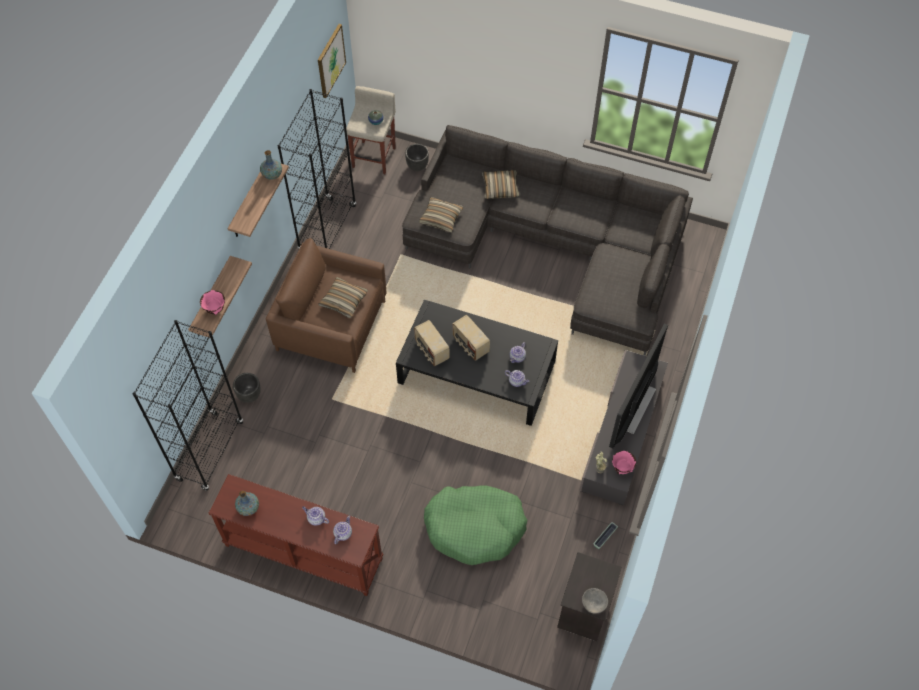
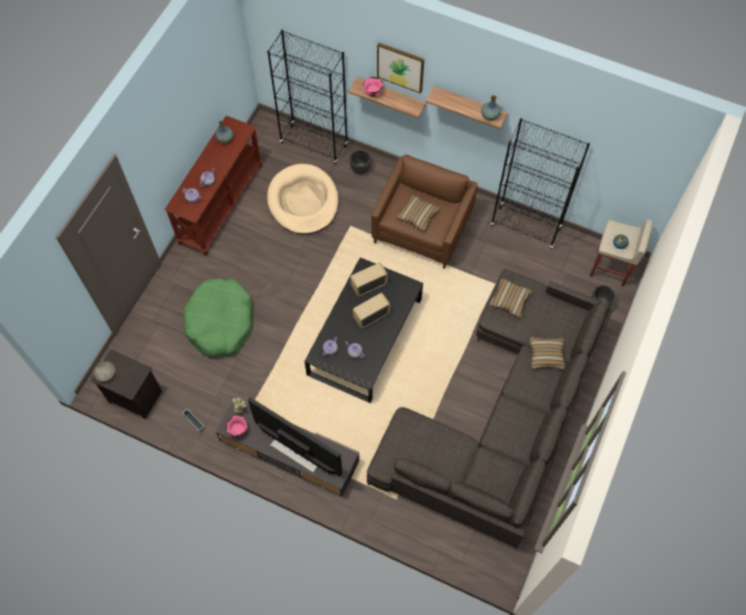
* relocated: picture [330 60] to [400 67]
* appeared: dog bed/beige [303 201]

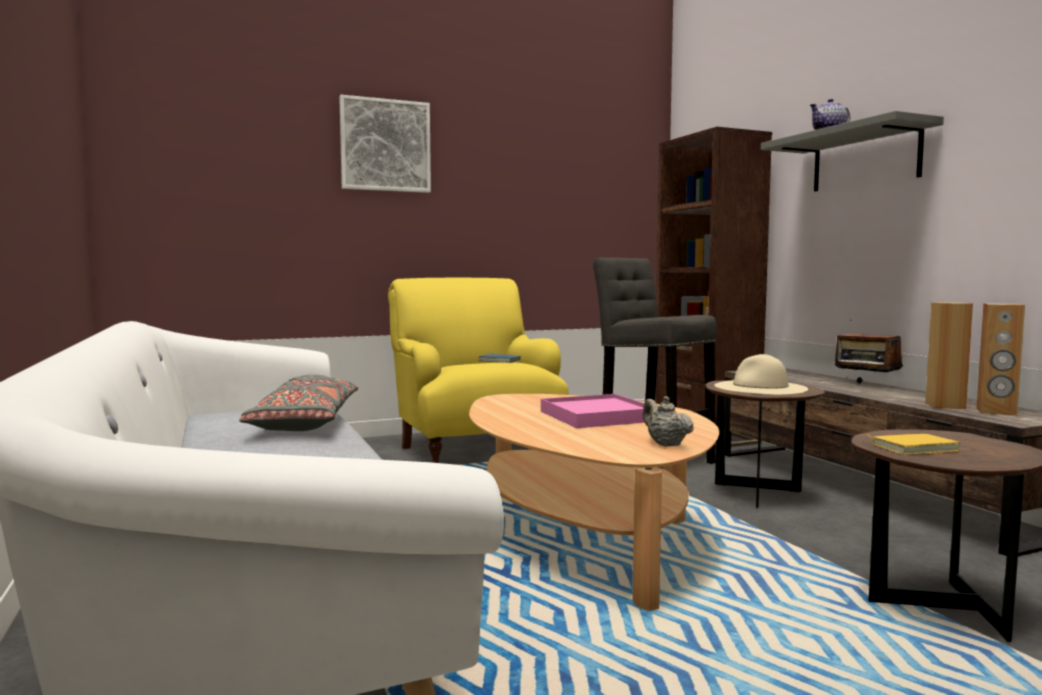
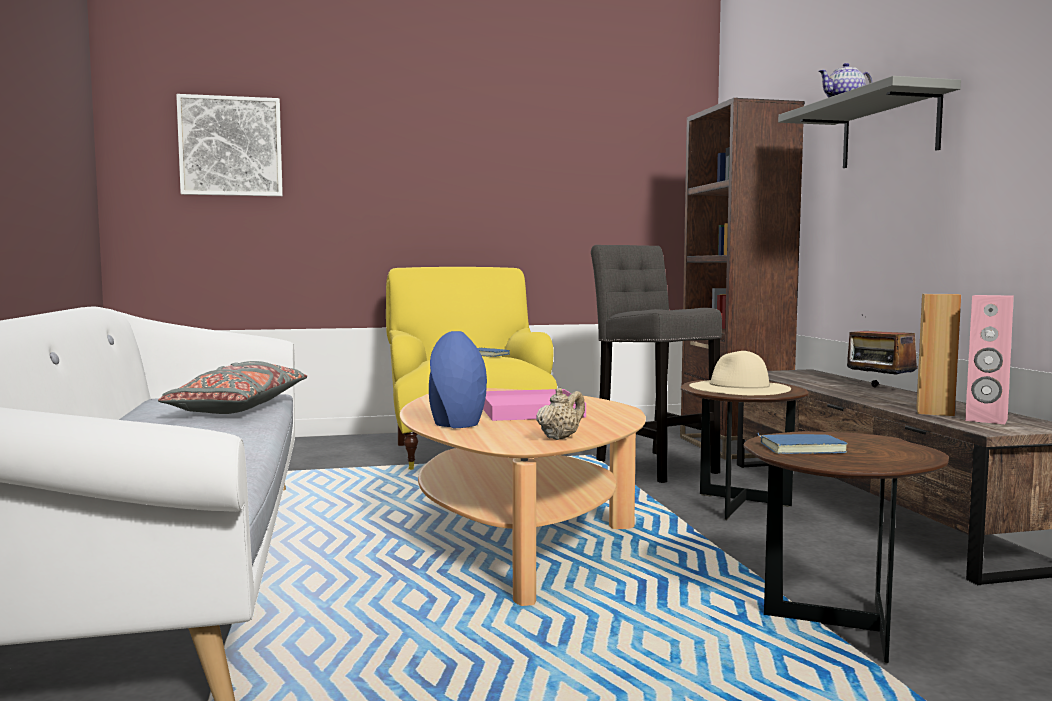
* relocated: picture [385 145] to [231 146]
* spun: teapot/beige [665 444] = [560 438] 60 degrees clockwise
* colour: book/yellow [913 447] to book/blue [802 448]
* colour: speaker/brown [996 412] to speaker/pink [986 420]
* appeared: vase/blue [457 425]

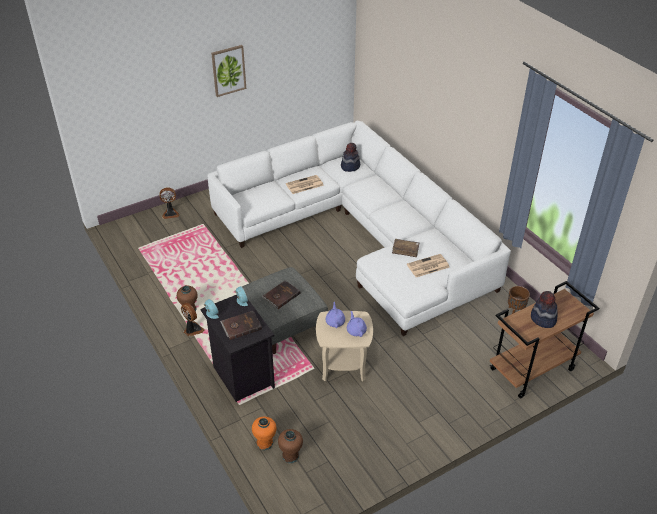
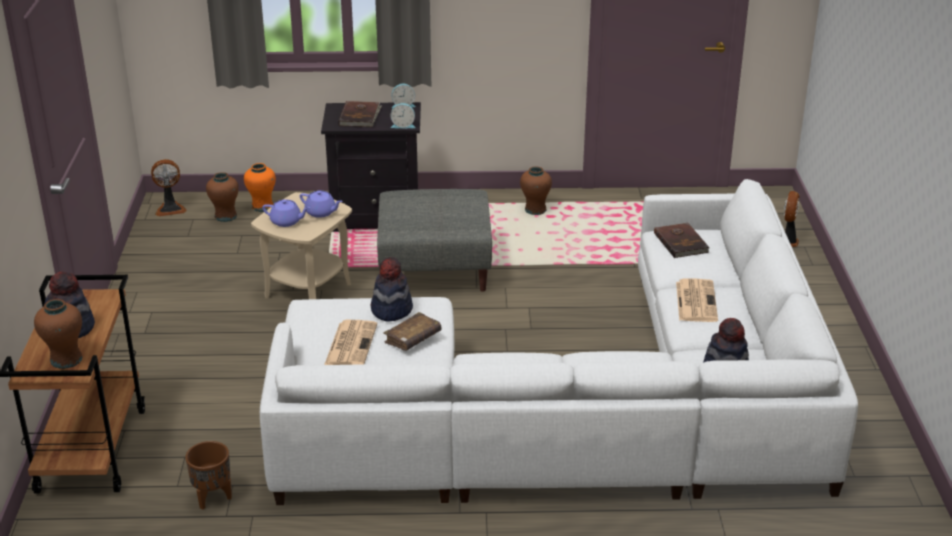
* relocated: fan [192 330] to [170 209]
* missing: picture [228 70]
* relocated: book/brown [281 295] to [681 242]
* appeared: vase/brown [66 360]
* appeared: hat [391 309]

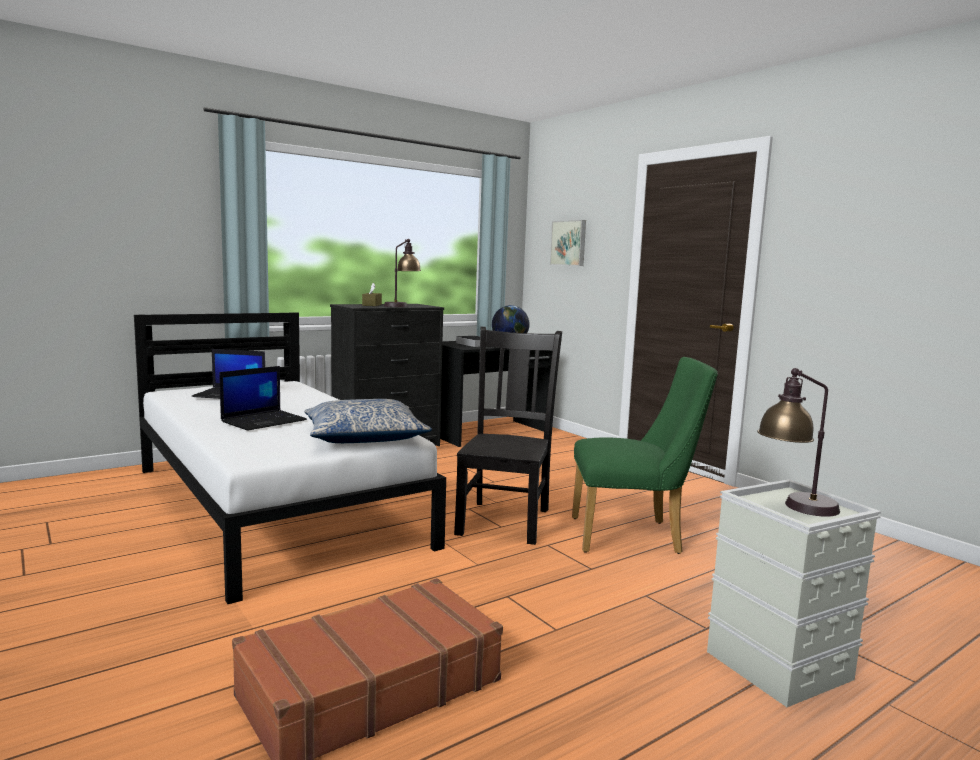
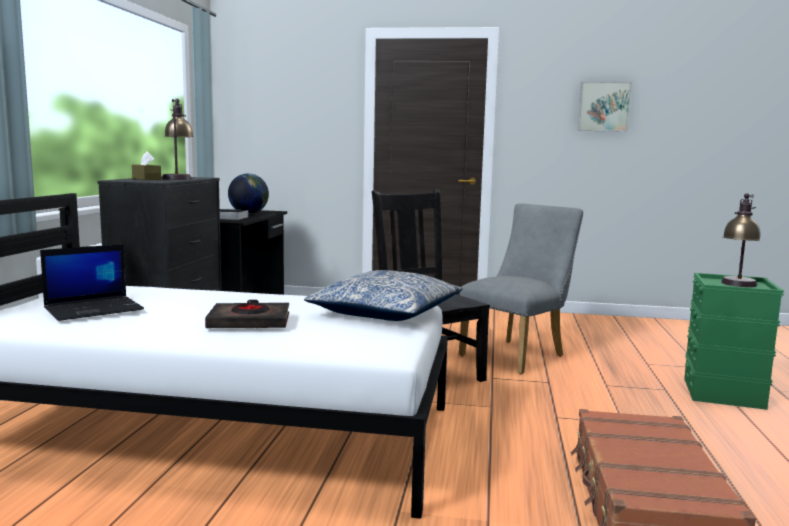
* exchanged: laptop [264 421] to book/black [249 322]
* relocated: picture [569 243] to [603 107]
* colour: chair/green [634 536] to chair/grey [517 355]
* colour: storage box/grey [776 665] to storage box/green [722 393]

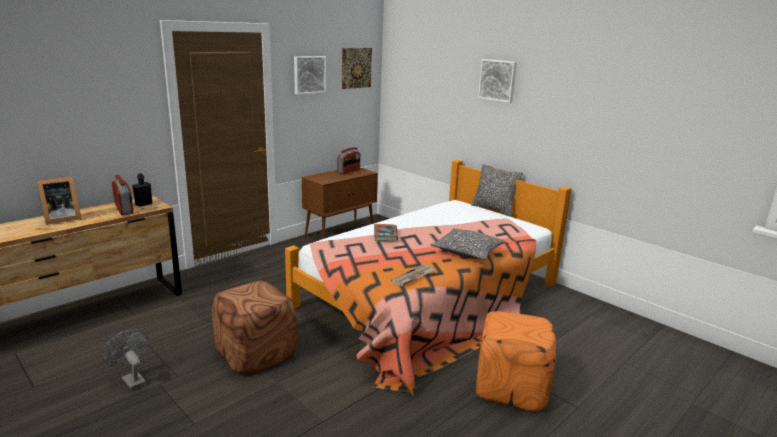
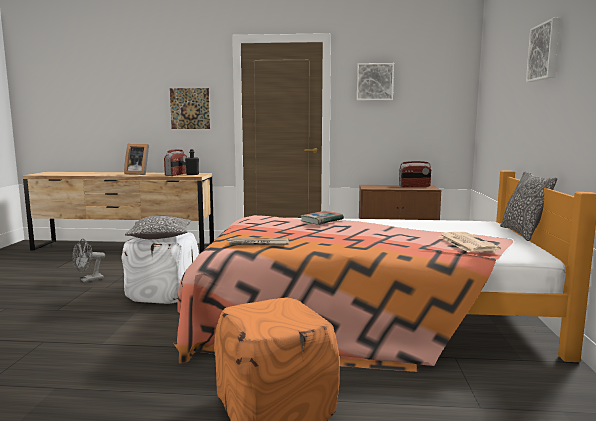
* spun: fan/grey [131 379] = [88 280] 135 degrees counterclockwise
* colour: ottoman/brown [256 353] to ottoman/white [165 294]
* relocated: picture [356 68] to [190 108]
* relocated: pillow [467 251] to [160 236]
* appeared: newspaper [466 243]

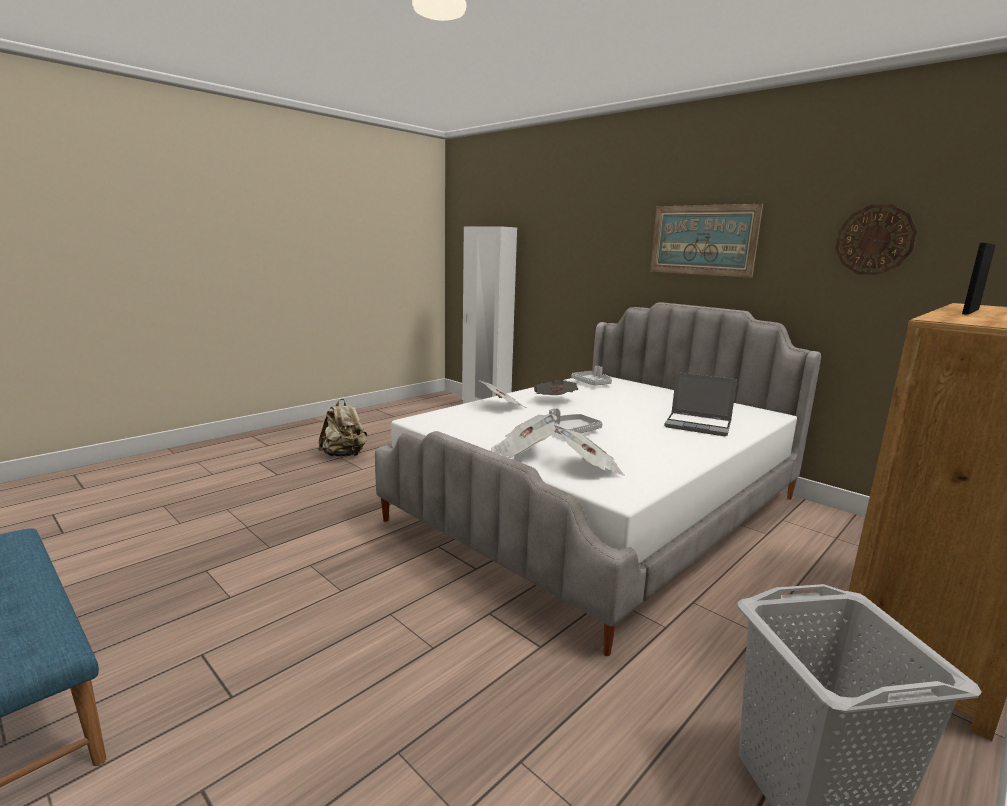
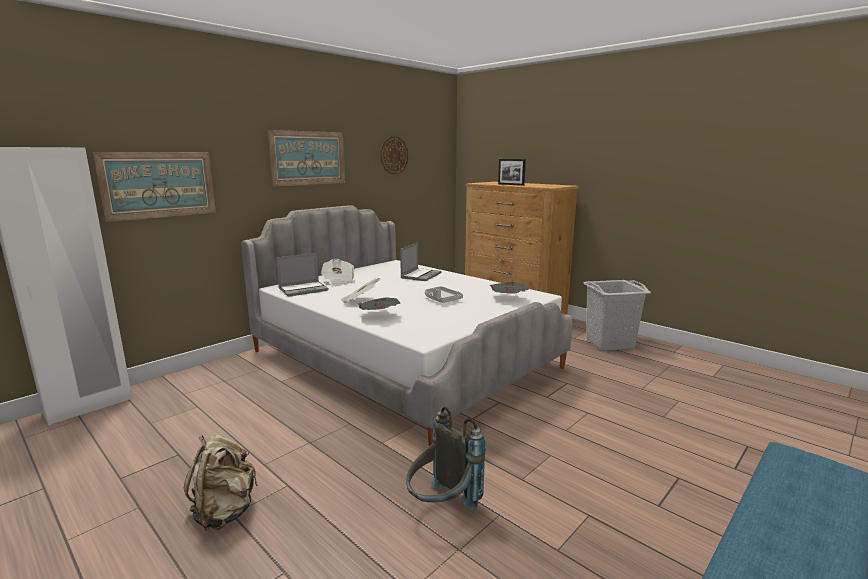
* relocated: newspaper [523 452] to [338 281]
* exchanged: tray/grey [592 383] to laptop [303 289]
* appeared: picture [159 184]
* appeared: backpack/grey [442 507]

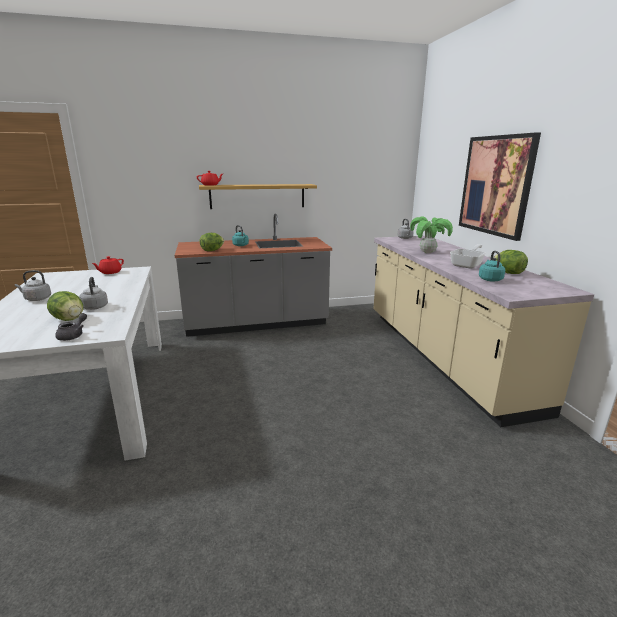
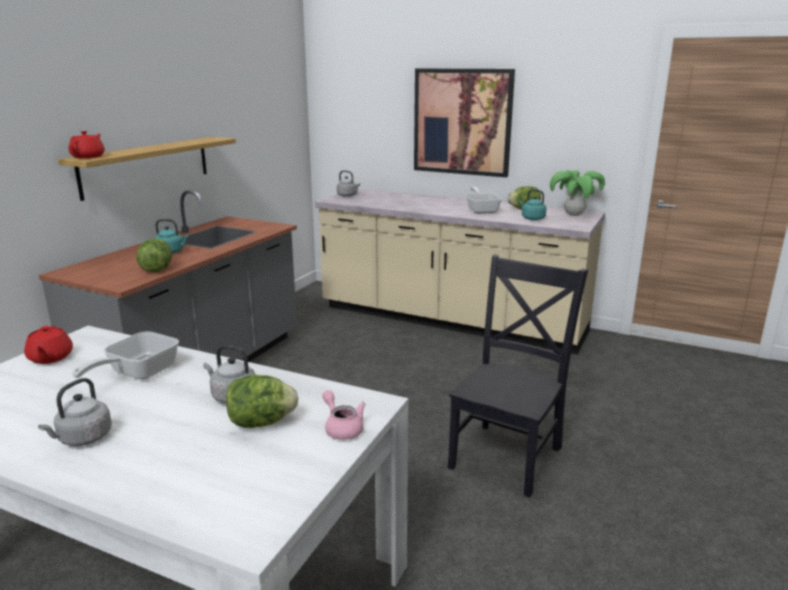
* colour: teapot/grey [73 335] to teapot/pink [342 428]
* relocated: potted plant [427 252] to [574 215]
* appeared: frying pan [137 373]
* appeared: chair/black [508 455]

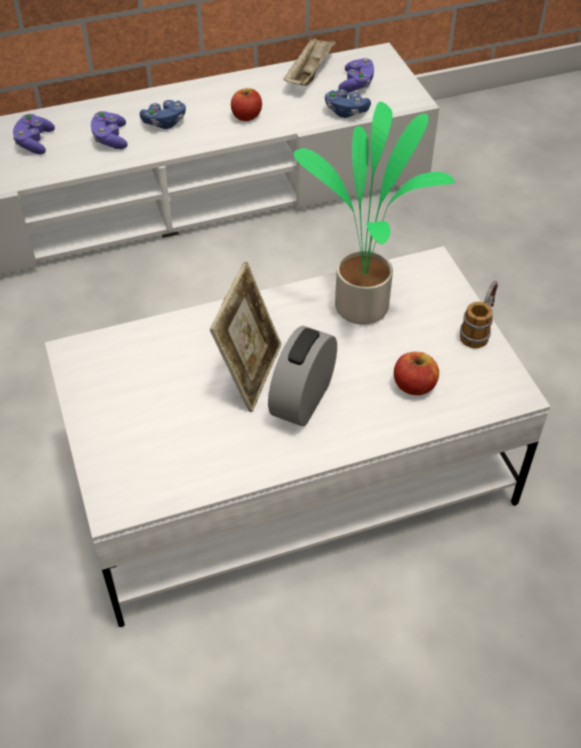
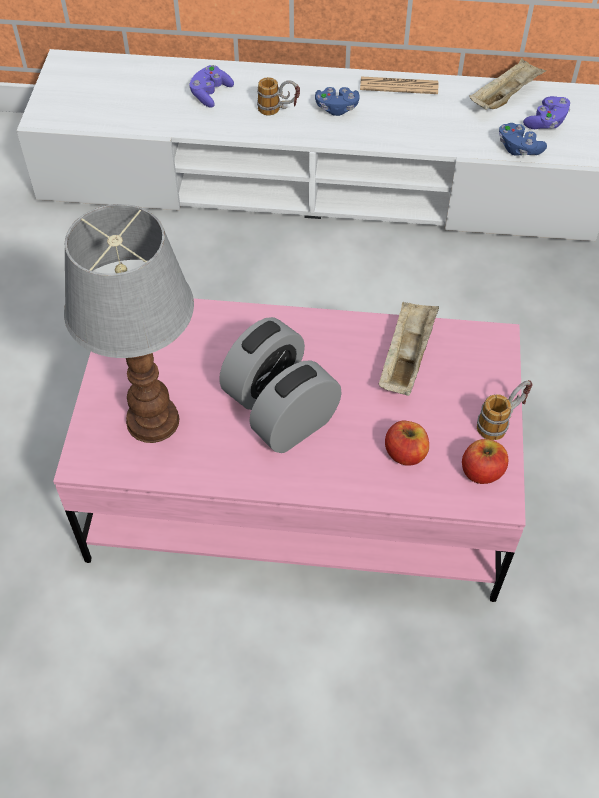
* colour: coffee table/white [290 473] to coffee table/pink [300 486]
* exchanged: game controller/purple [110 139] to mug [278 110]
* exchanged: picture frame [250 373] to alarm clock [263 384]
* relocated: apple [246 116] to [481 471]
* exchanged: potted plant [365 305] to tray/beige [406 358]
* appeared: table lamp [152 419]
* appeared: newspaper [399 86]

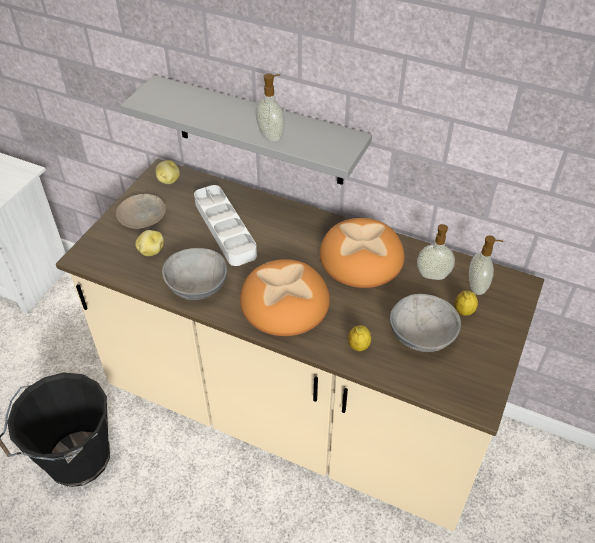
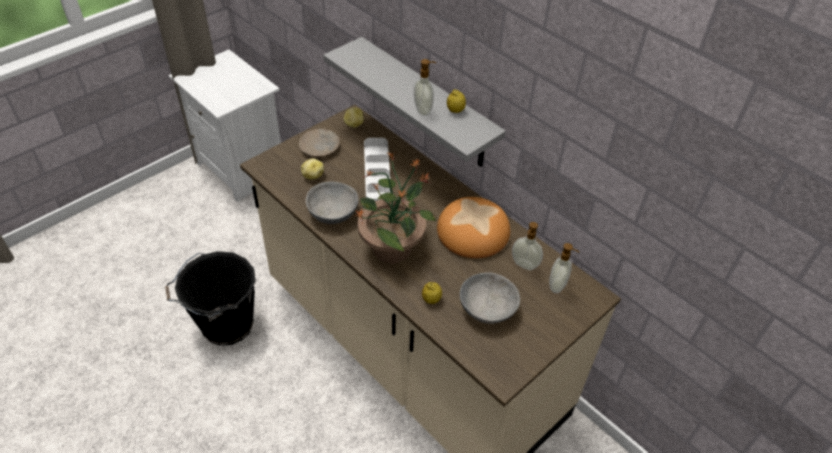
* exchanged: bread [285 303] to potted plant [393 247]
* relocated: lemon [464 311] to [455 111]

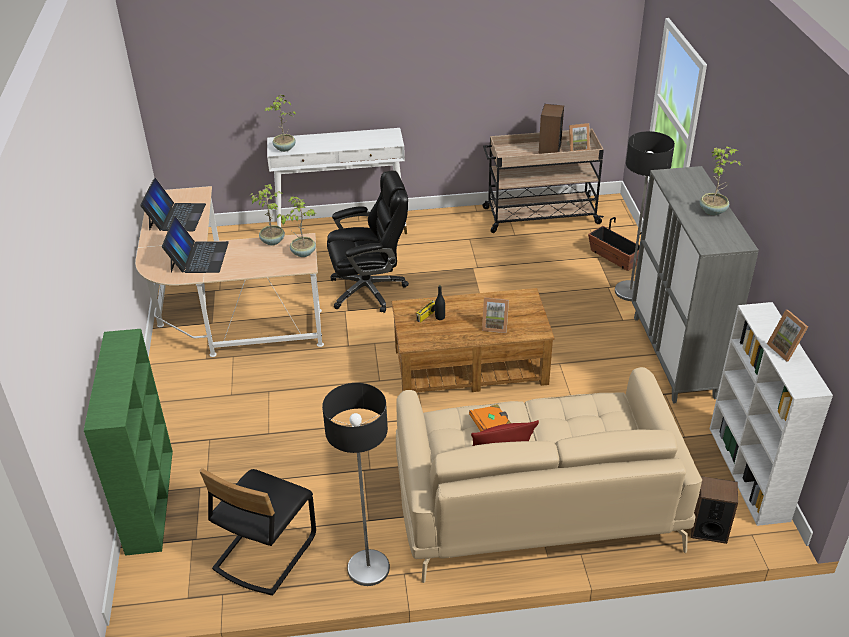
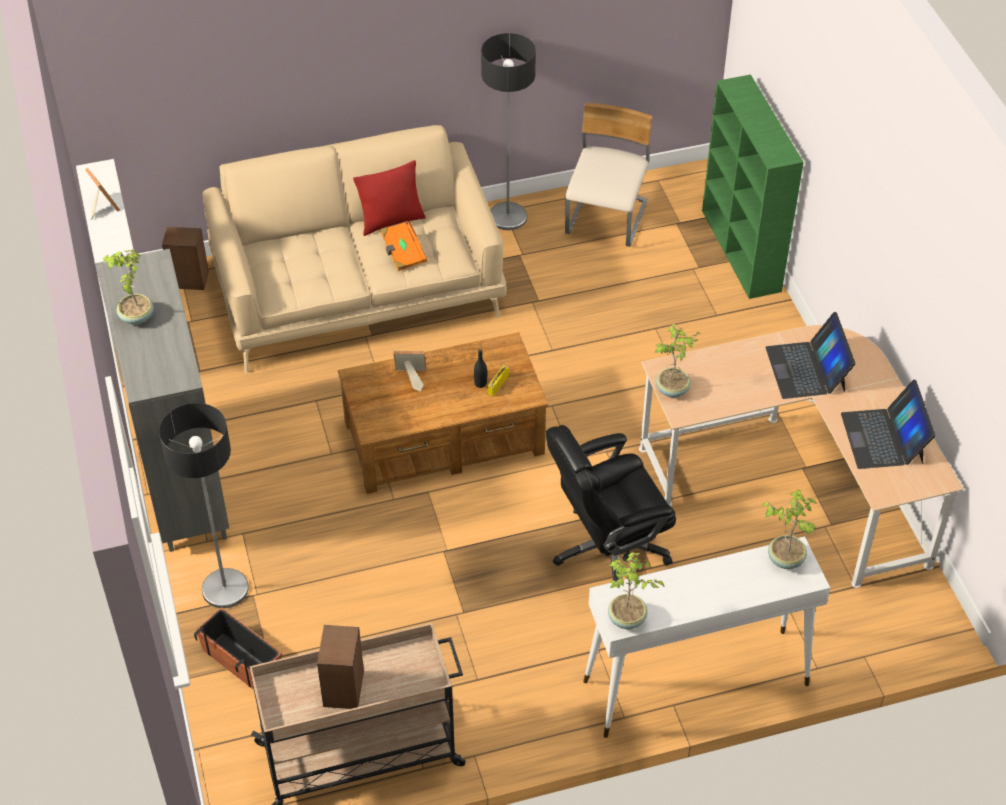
* colour: chair/black [264 552] to chair/beige [607 219]
* relocated: potted plant [273 241] to [627 619]
* missing: picture frame [577 149]

